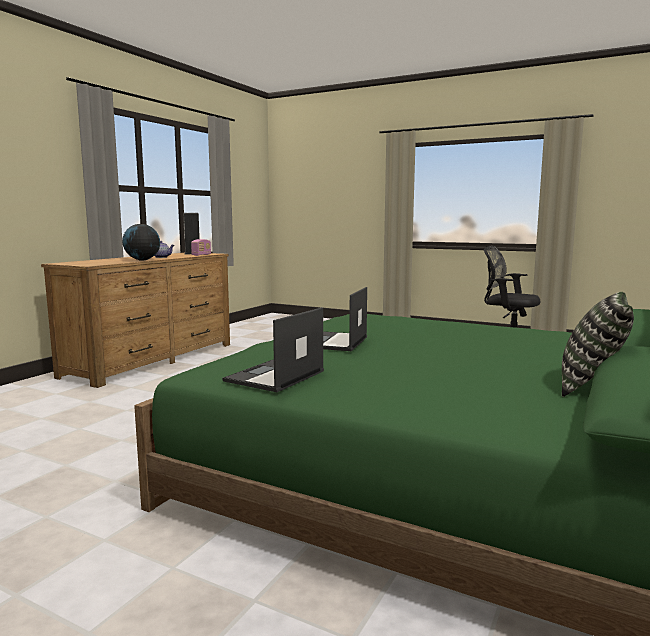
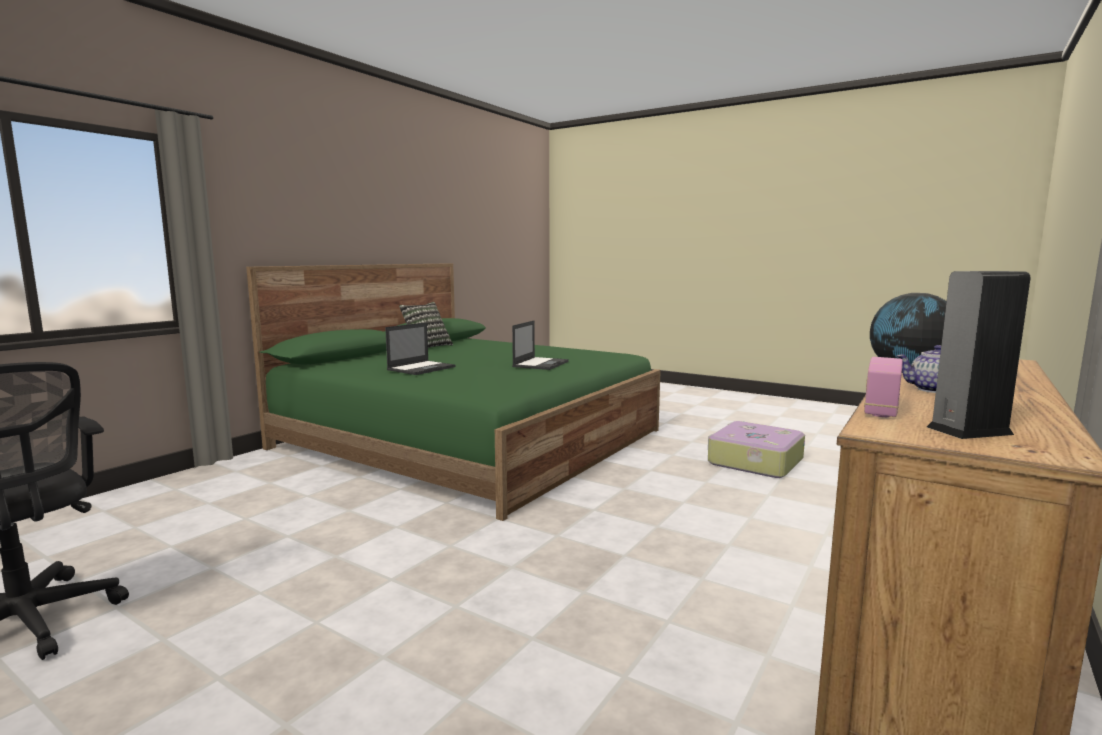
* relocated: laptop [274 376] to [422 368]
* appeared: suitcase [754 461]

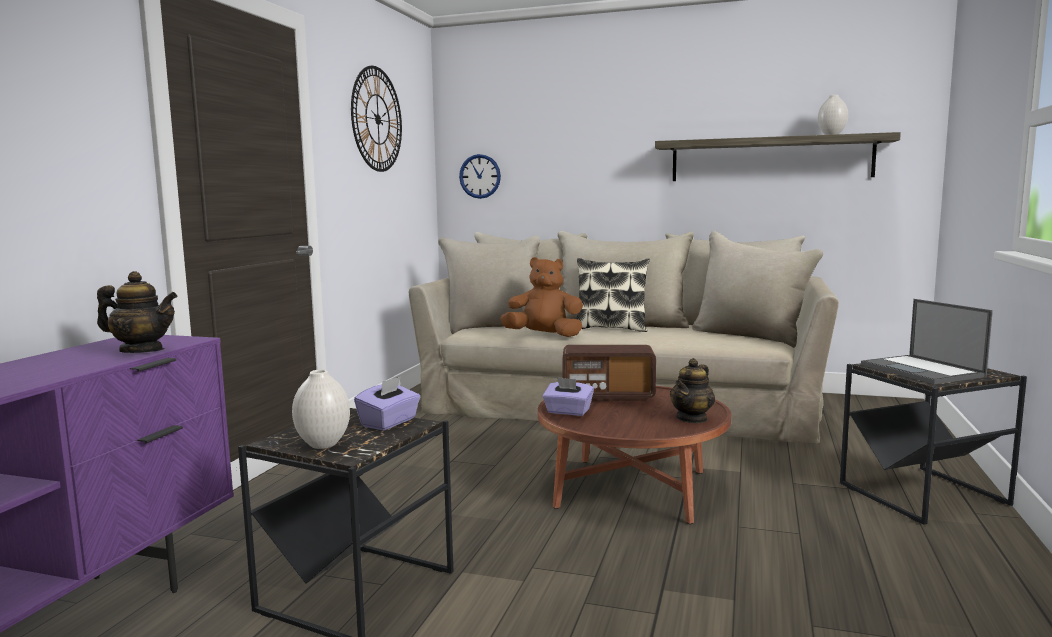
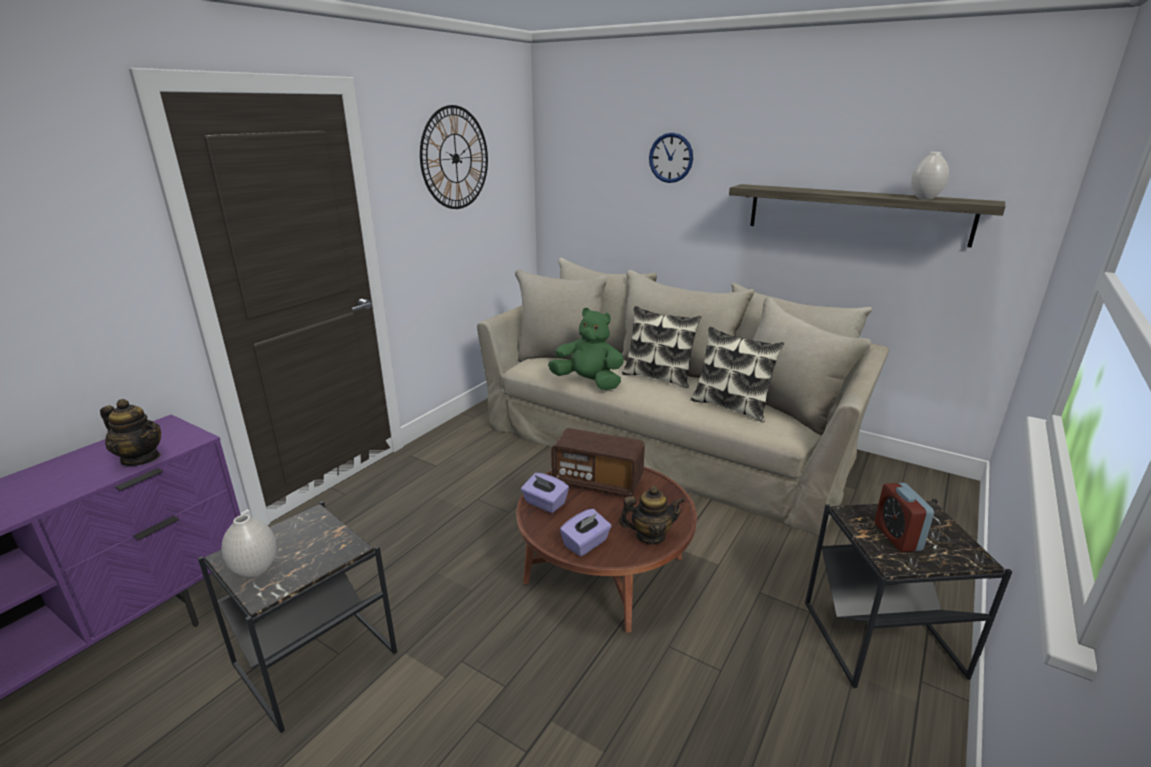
* relocated: tissue box/purple [389 422] to [586 544]
* relocated: wall clock [480 176] to [671 158]
* colour: plush toy/brown [544 336] to plush toy/green [588 382]
* spun: teapot [692 418] = [650 536] 150 degrees counterclockwise
* exchanged: laptop [923 371] to alarm clock [897 536]
* appeared: pillow [731 406]

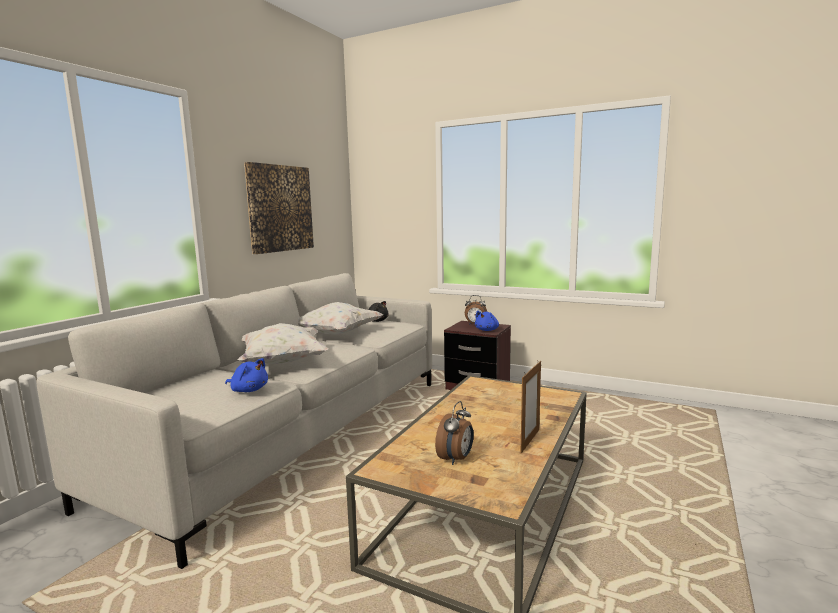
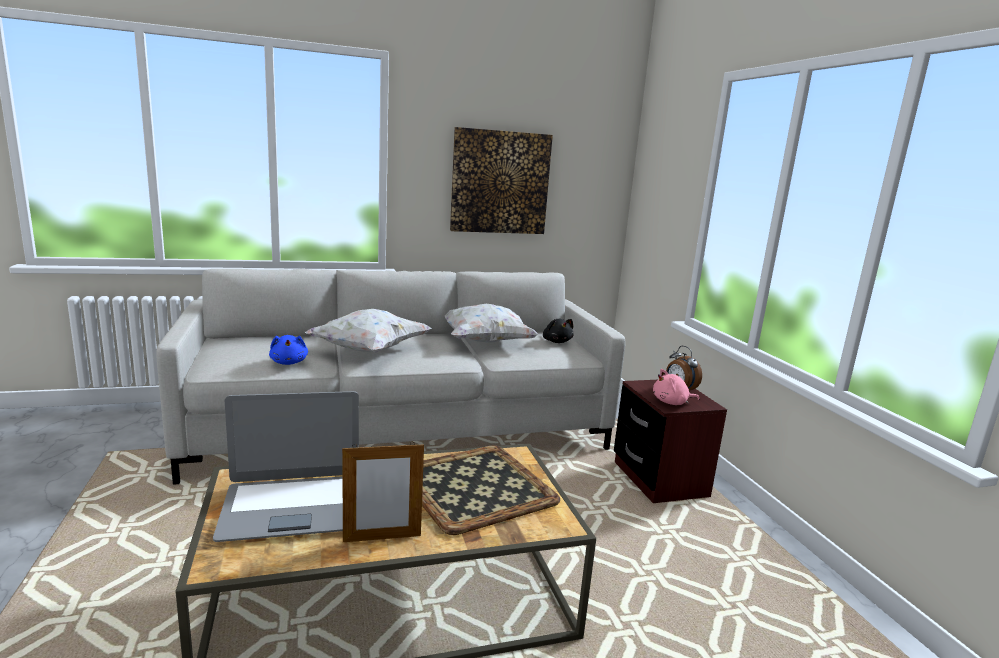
* exchanged: alarm clock [456 459] to laptop [293 508]
* colour: plush toy/blue [487 330] to plush toy/pink [672 402]
* appeared: tray [476 486]

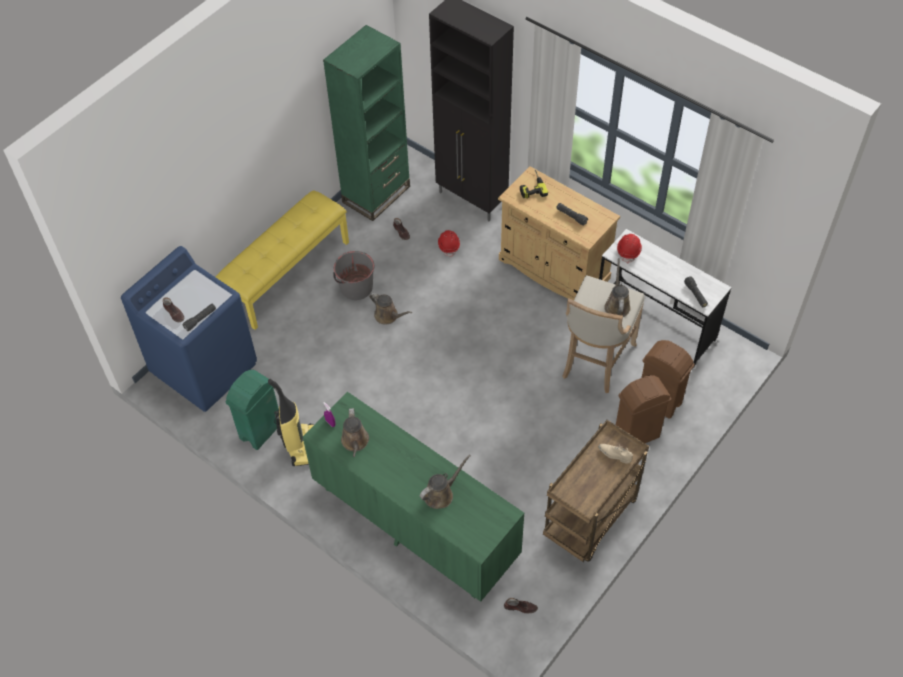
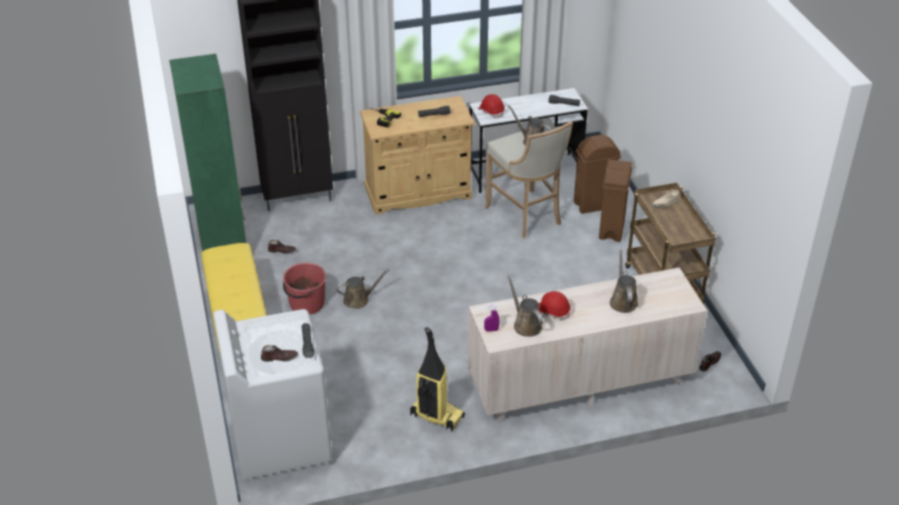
* colour: washing machine/blue [205 368] to washing machine/white [280 441]
* missing: trash can/green [260 431]
* colour: dresser/green [414 522] to dresser/beige [579 383]
* colour: bucket/grey [356 287] to bucket/red [306 304]
* spun: watering can/brown [355 442] = [526 324] 150 degrees counterclockwise
* relocated: hard hat/red [449 245] to [552 311]

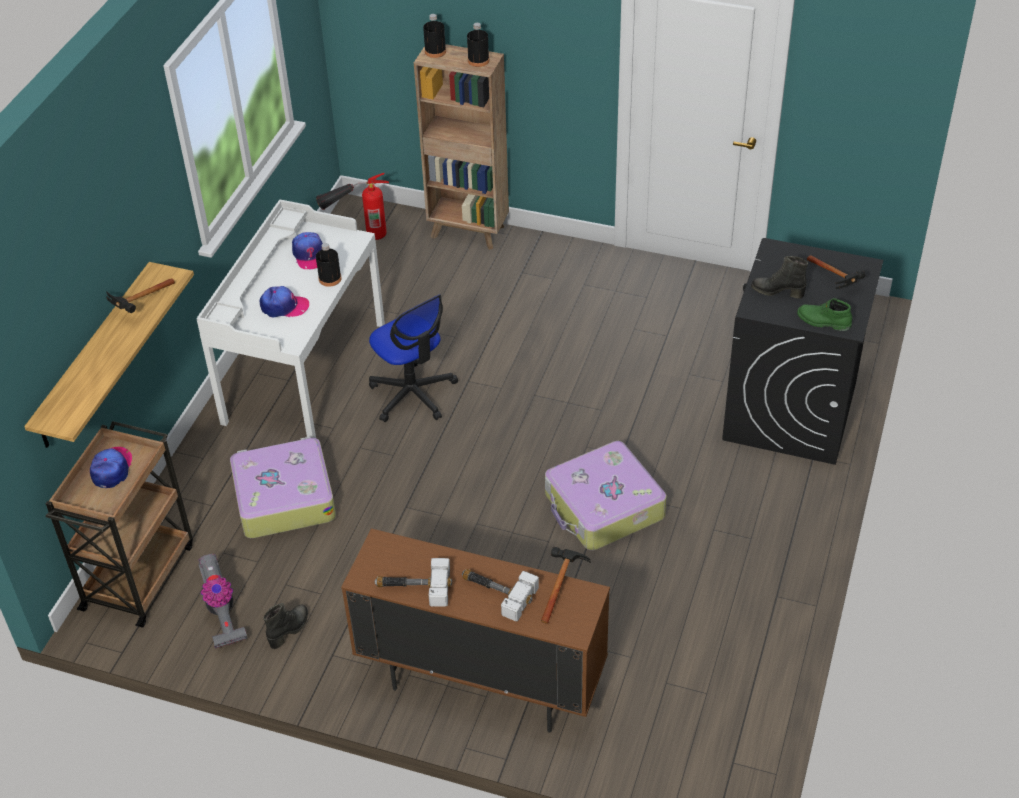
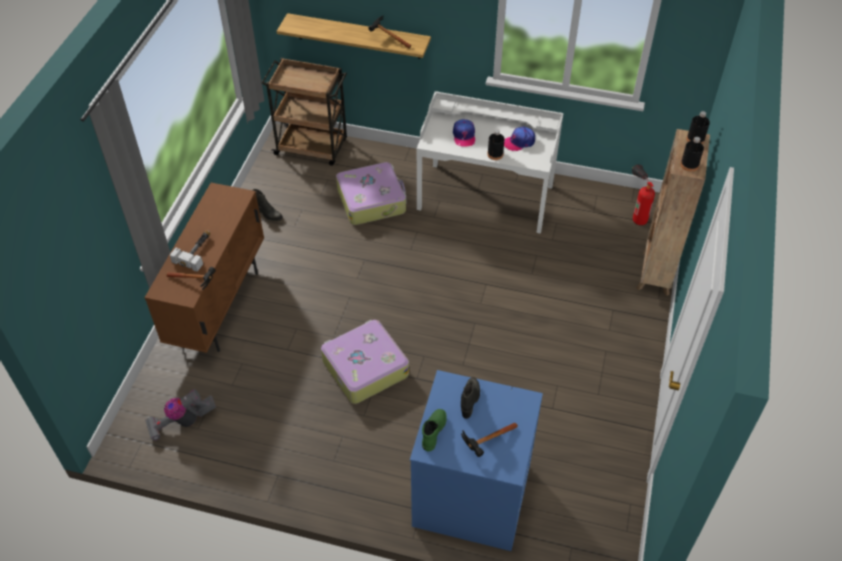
* missing: cap [112 469]
* relocated: vacuum cleaner [221 613] to [182 422]
* missing: office chair [413 394]
* missing: hammer [413 587]
* colour: washing machine/black [790 411] to washing machine/blue [471 496]

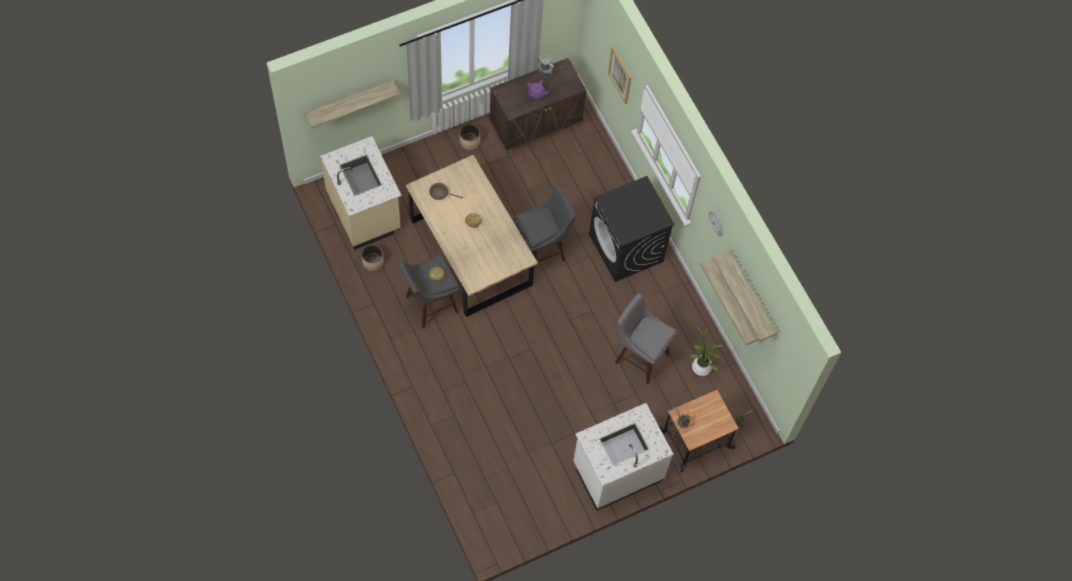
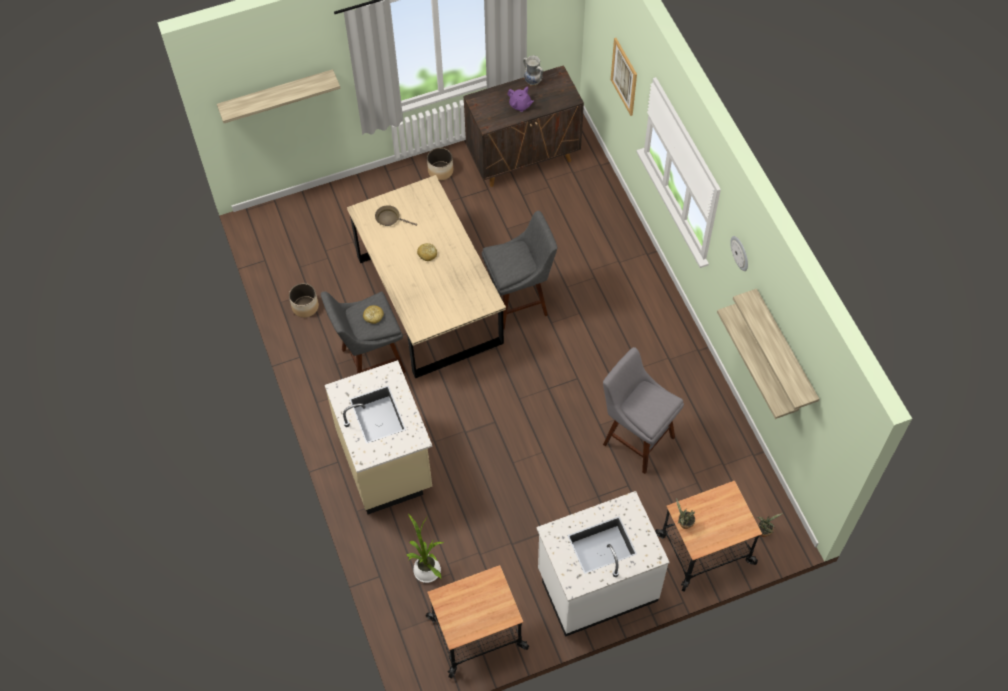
* relocated: counter/beige [365 211] to [386 461]
* missing: washing machine/black [626 248]
* relocated: potted plant [701 365] to [426 568]
* appeared: cart [477 633]

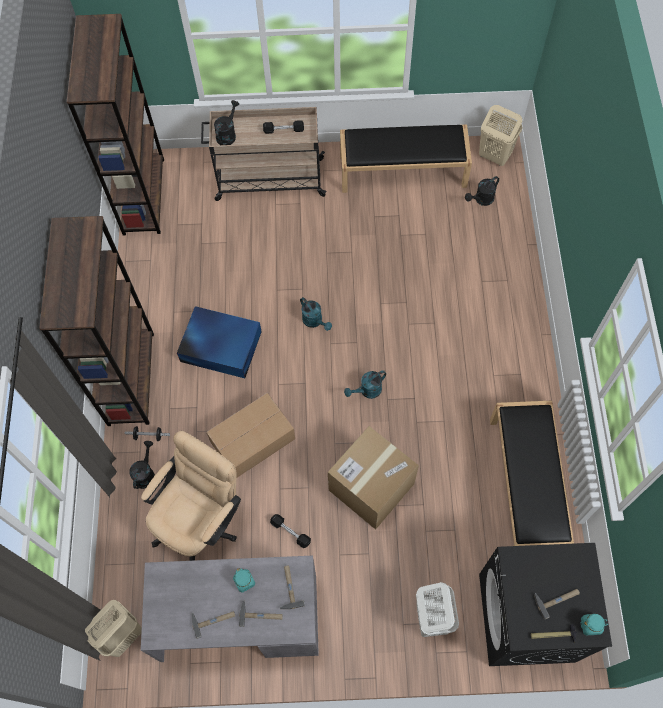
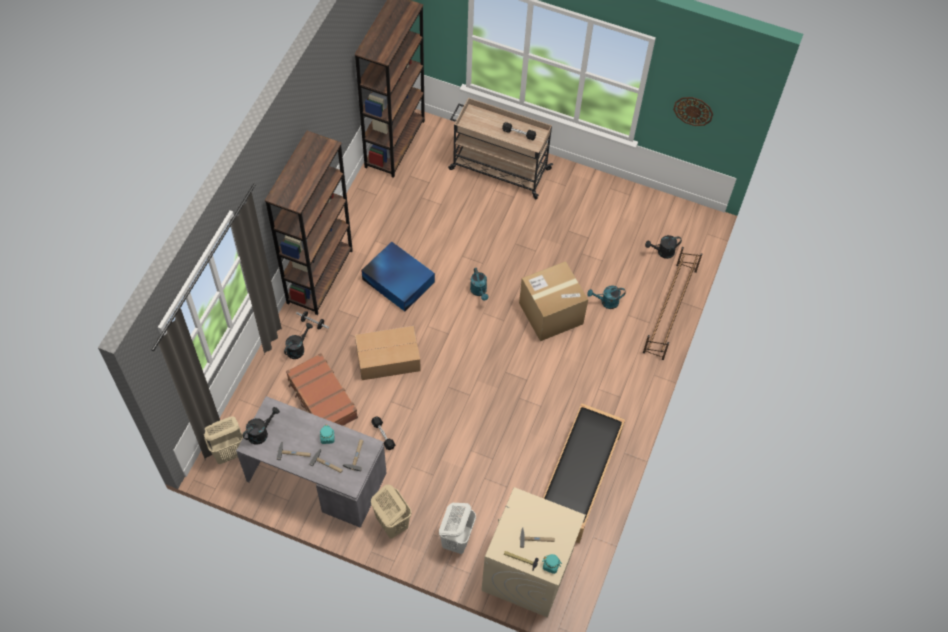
* exchanged: office chair/beige [201 521] to suitcase/brown [322 399]
* relocated: watering can/black [227 134] to [261 432]
* relocated: cardboard box [371 487] to [551 313]
* missing: bench/black [403 170]
* relocated: watering can/turquoise [367 391] to [606 302]
* relocated: laundry basket/beige [494 156] to [392 523]
* colour: washing machine/black [526 618] to washing machine/beige [527 571]
* appeared: shoe rack/brown [669 311]
* appeared: wall clock [693 111]

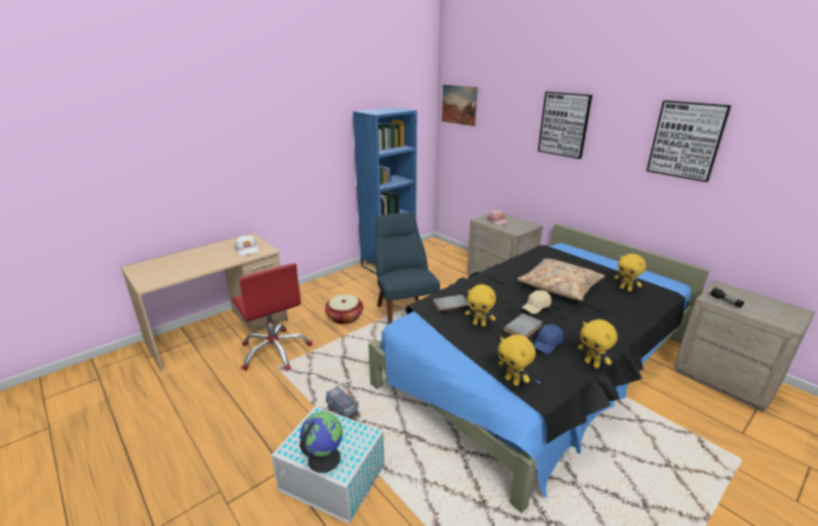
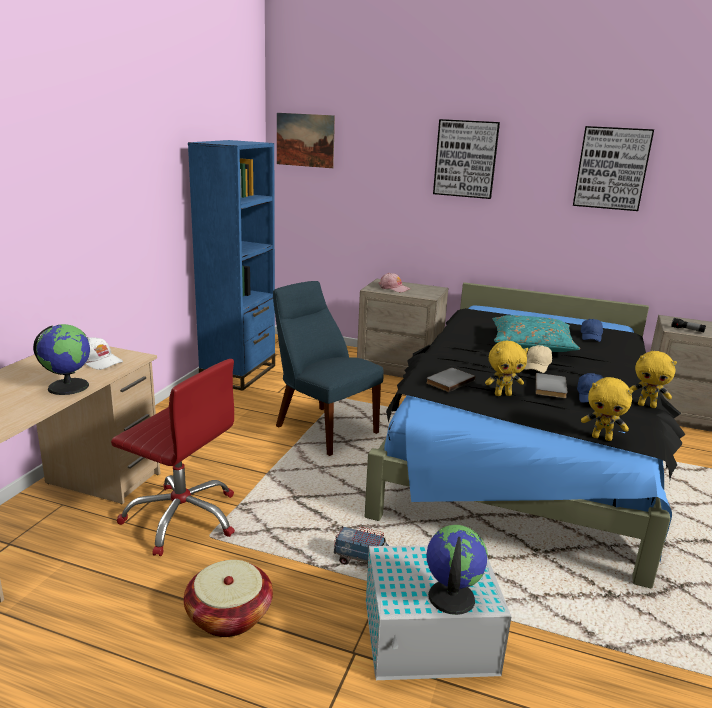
* relocated: basket [344 317] to [229 615]
* colour: pillow/beige [559 286] to pillow/turquoise [531 344]
* exchanged: plush toy/yellow [626 289] to cap/blue [591 337]
* appeared: globe [68 386]

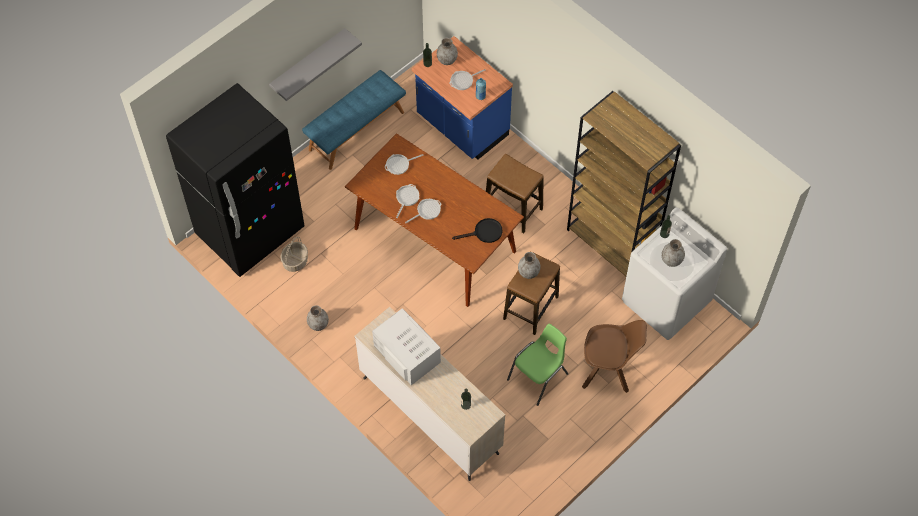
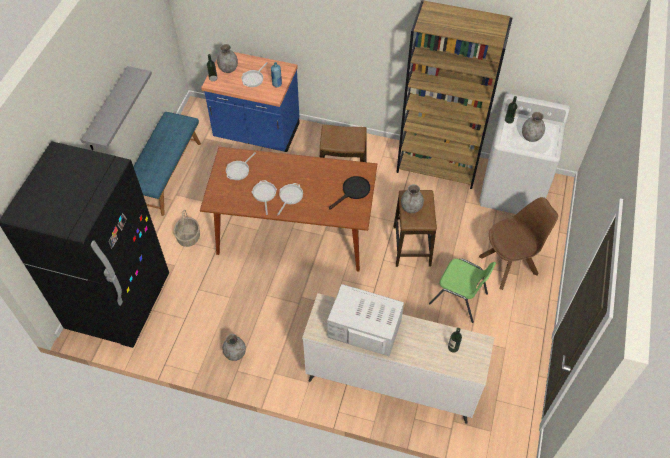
* relocated: basket [295 261] to [188 237]
* spun: chair/green [539 376] = [459 299] 105 degrees clockwise

